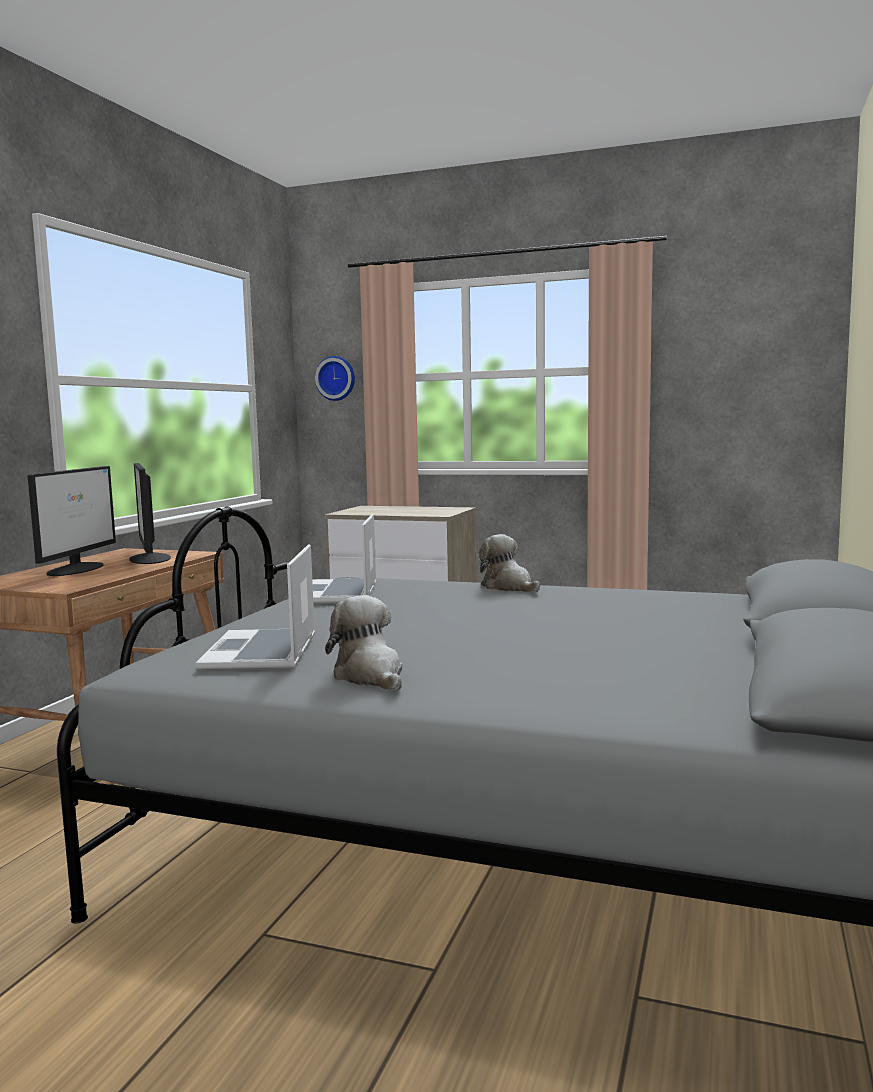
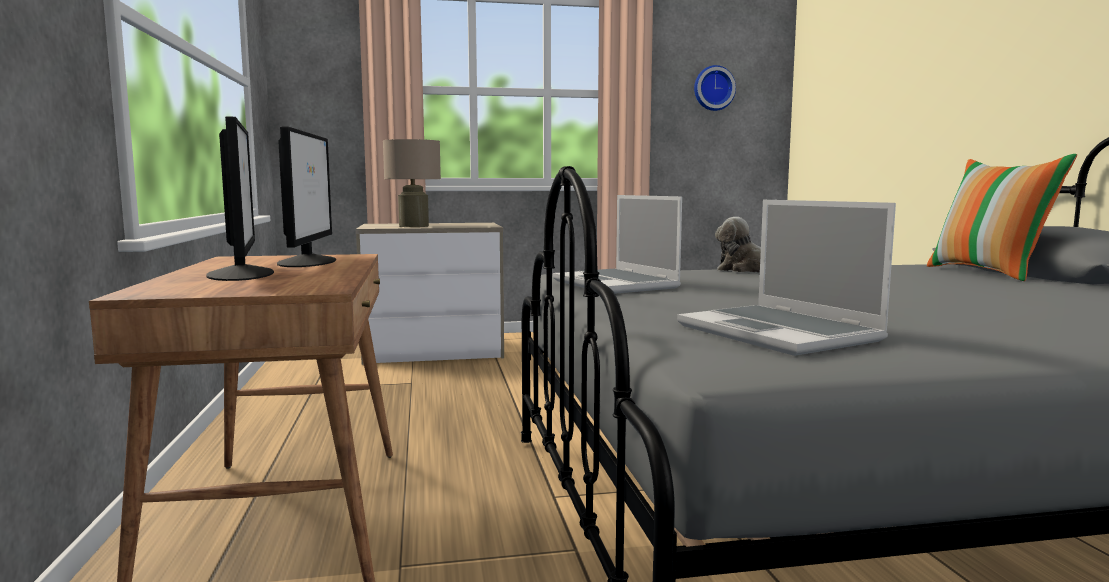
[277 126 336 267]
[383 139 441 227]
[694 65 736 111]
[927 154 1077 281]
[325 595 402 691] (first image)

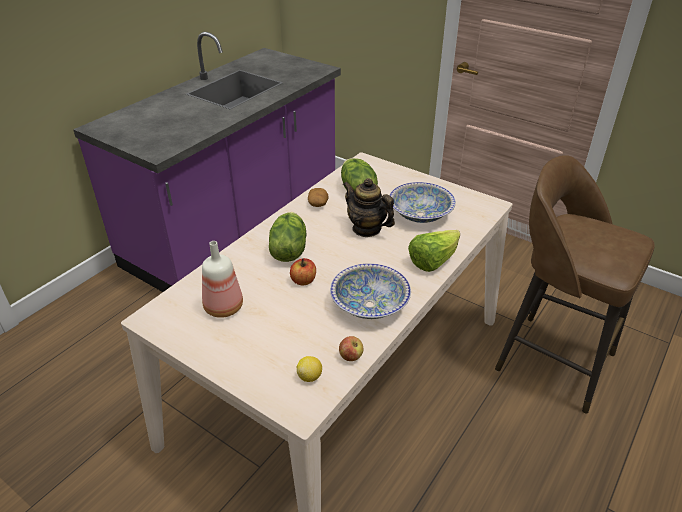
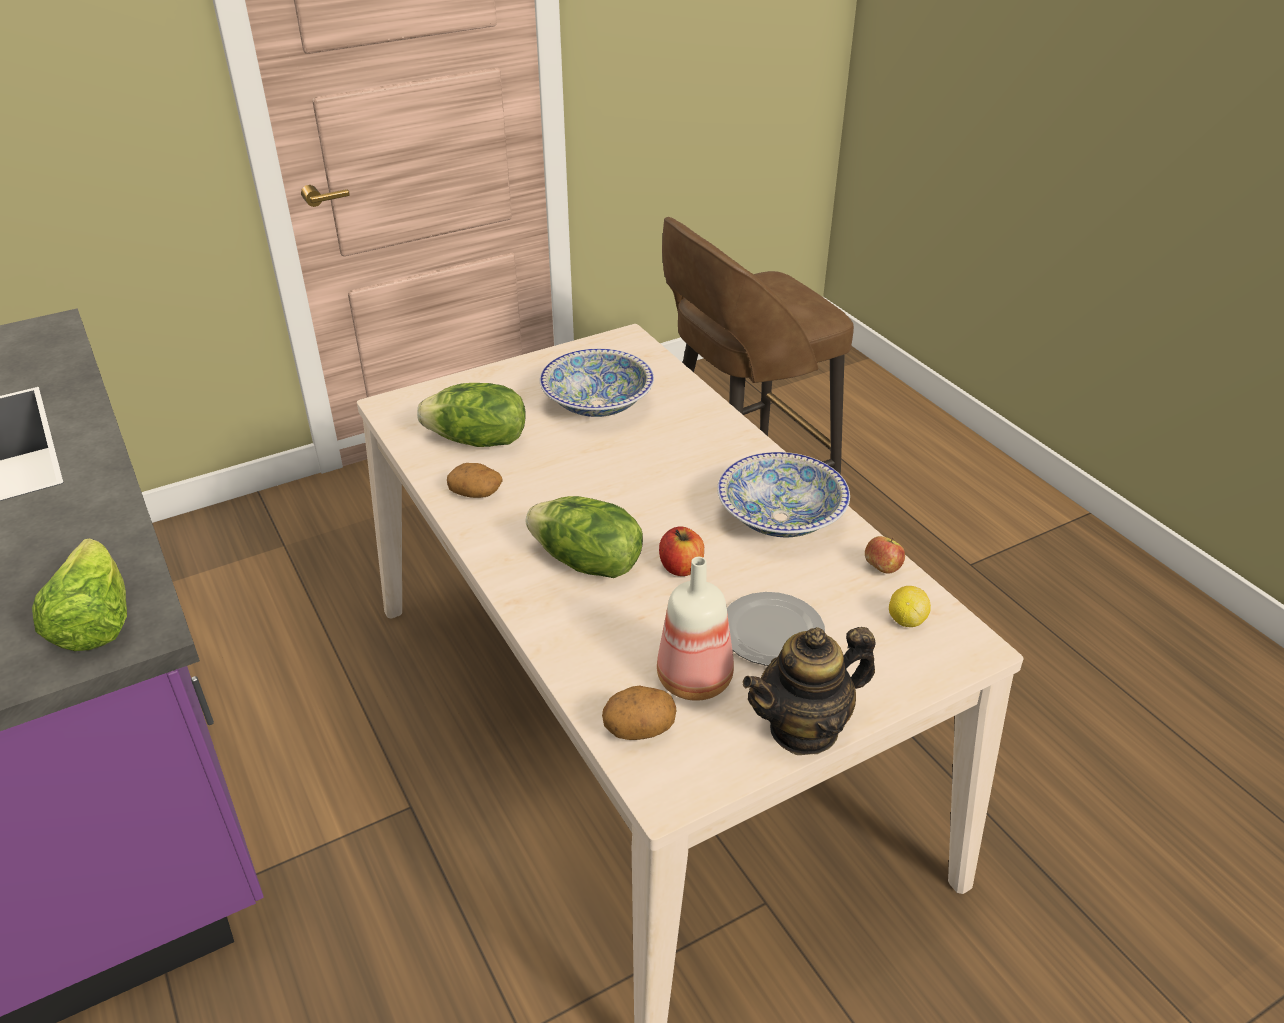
[32 538 127 651]
[602 685 677 740]
[727 592 825 666]
[743 627 875 755]

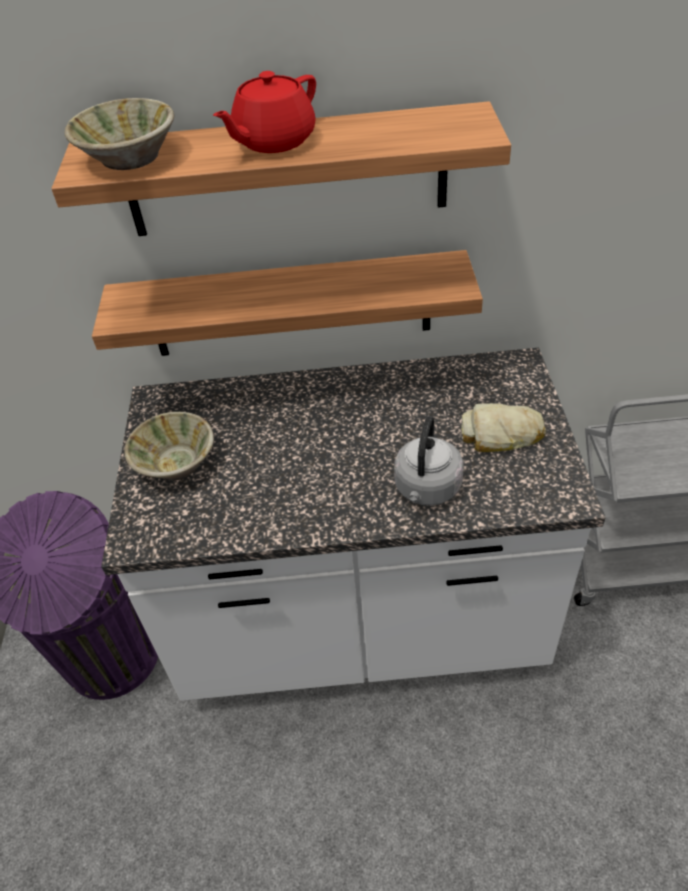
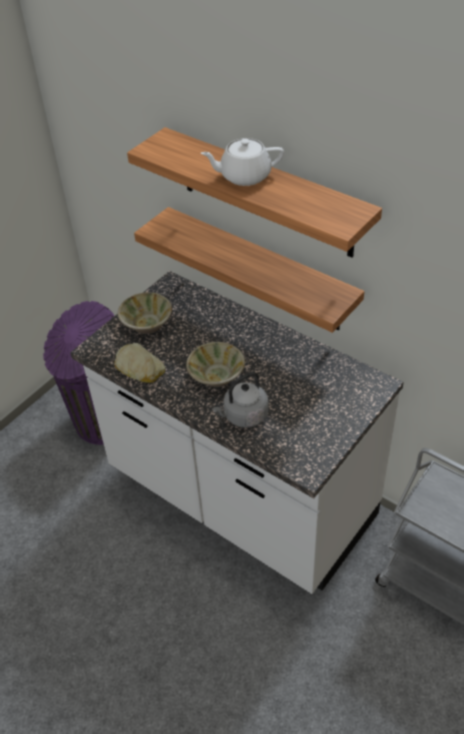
[115 343 165 383]
[186 342 245 387]
[201 138 284 186]

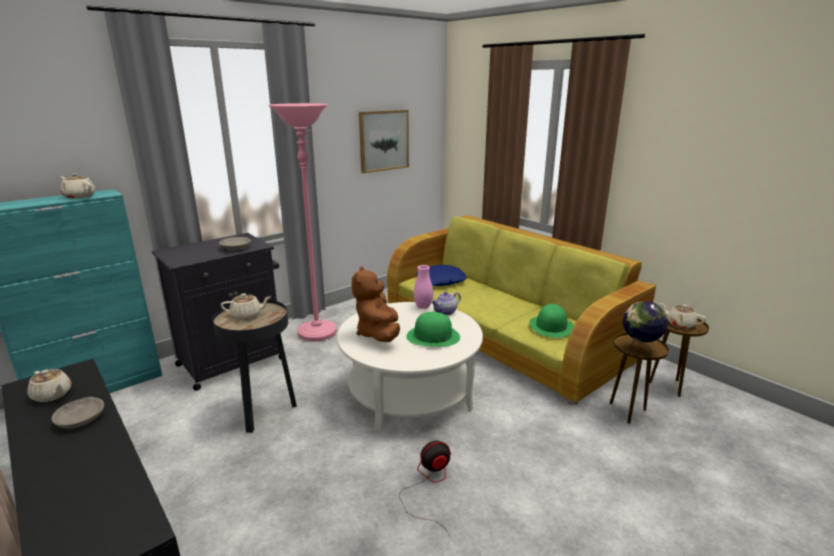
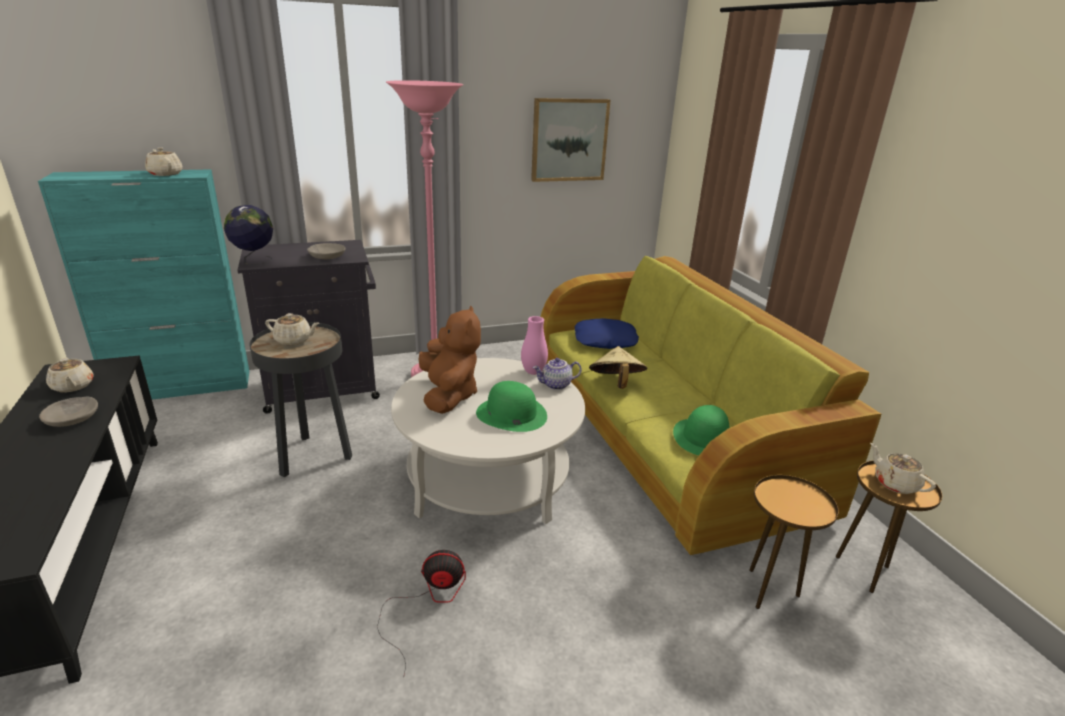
[224 205 273 265]
[419 305 481 414]
[589 346 647 389]

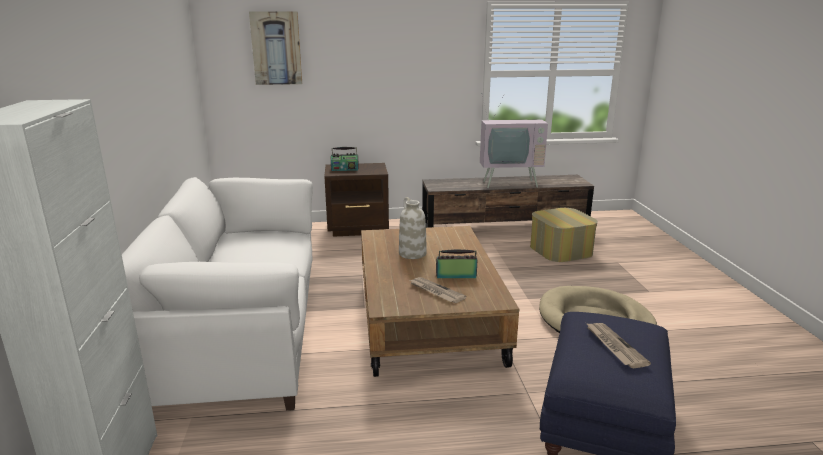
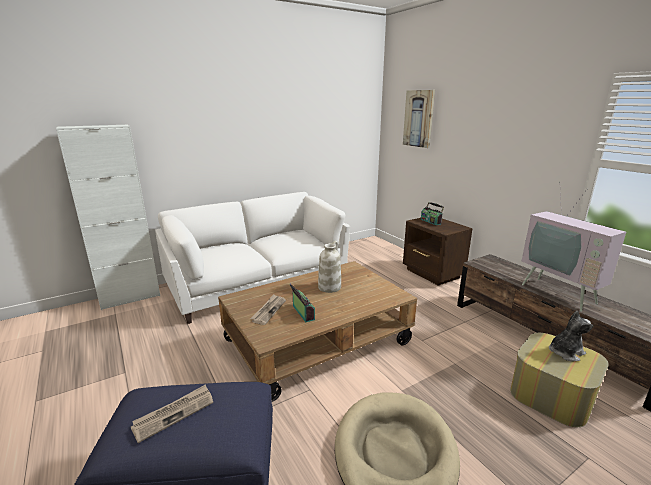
[549 311 594 361]

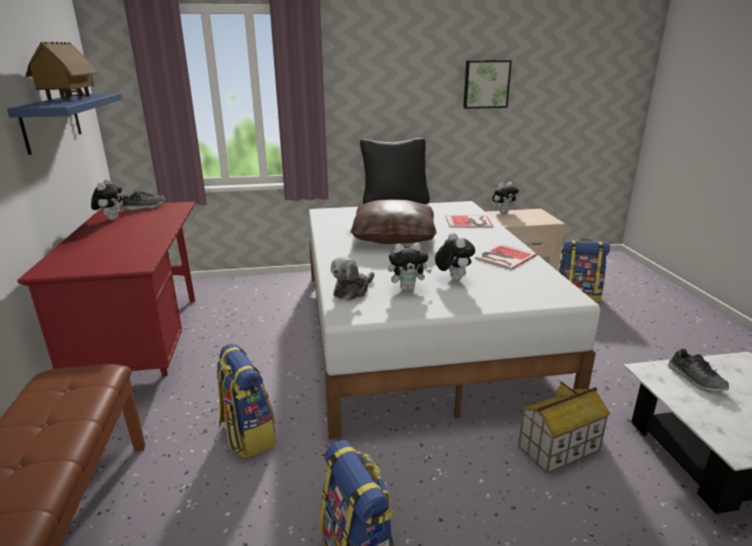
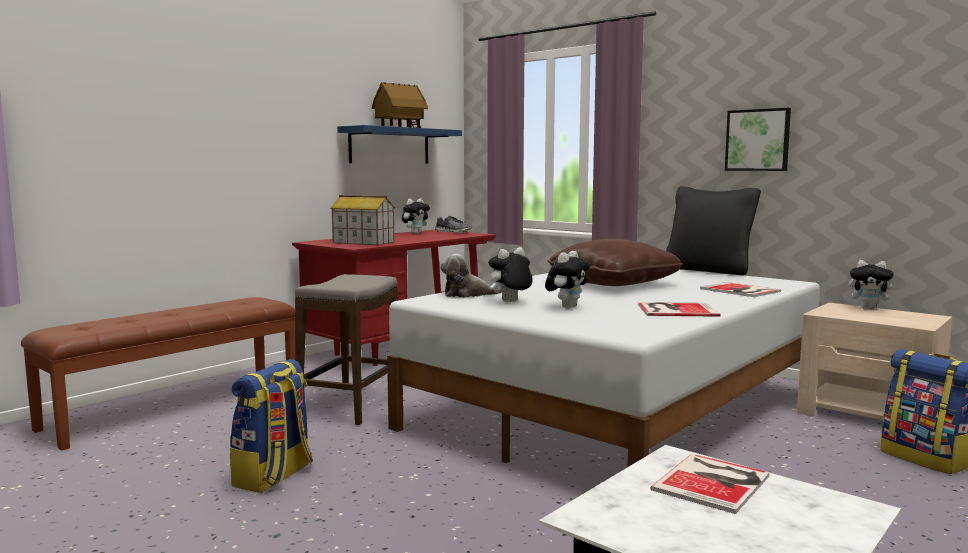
[295 274 398 425]
[330 195 395 245]
[488 247 533 302]
[650 454 770 514]
[725 108 791 171]

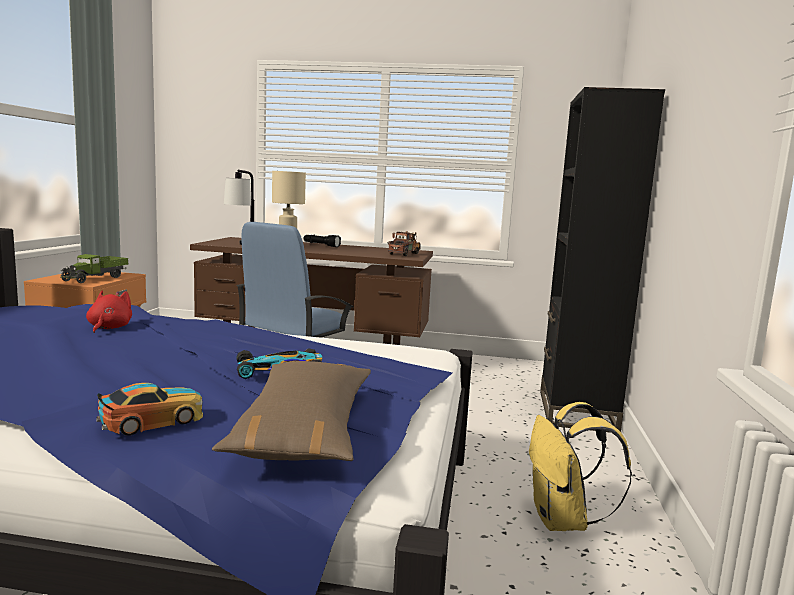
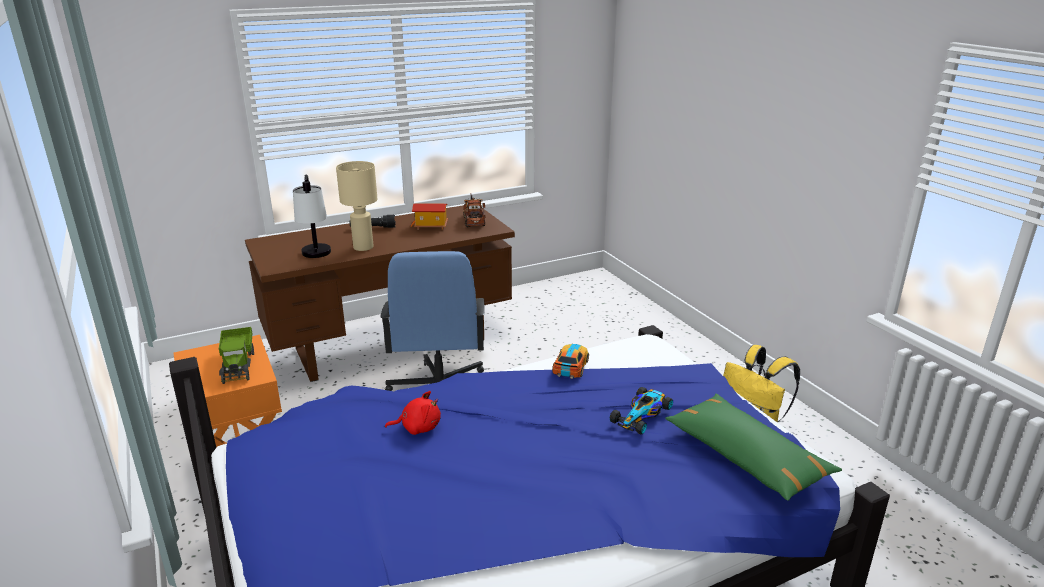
[385 391 441 435]
[411 204 448 230]
[552 344 589 379]
[665 394 842 501]
[540 87 665 433] (first image)

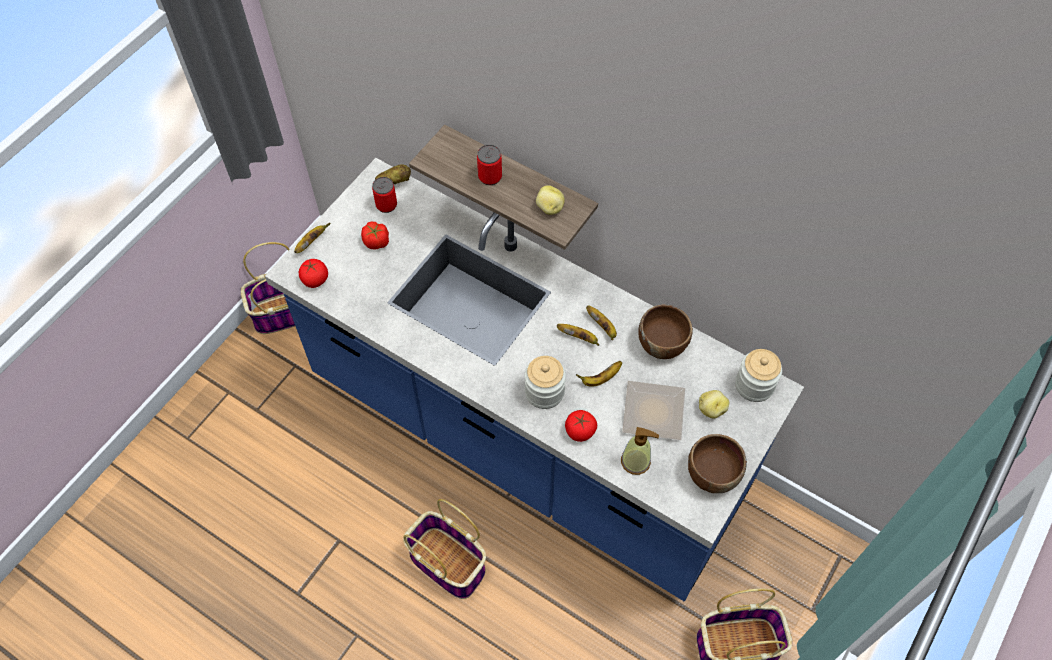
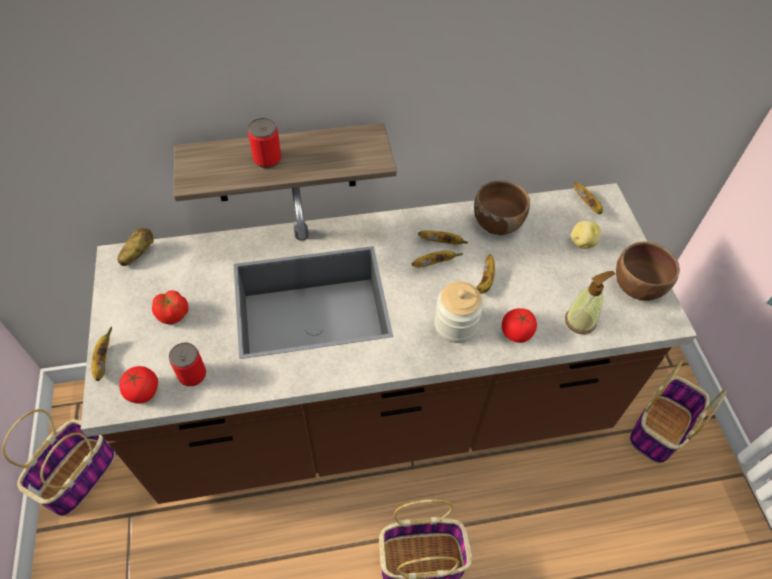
[80 183 697 504]
[169 342 206 386]
[574 182 603 214]
[536 185 565 215] (first image)
[622 381 685 440] (first image)

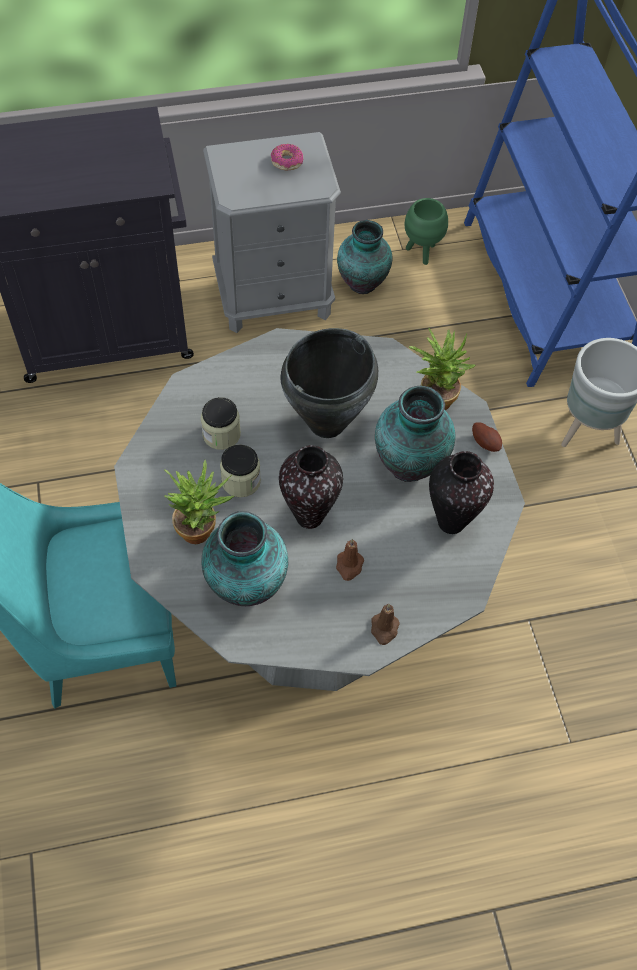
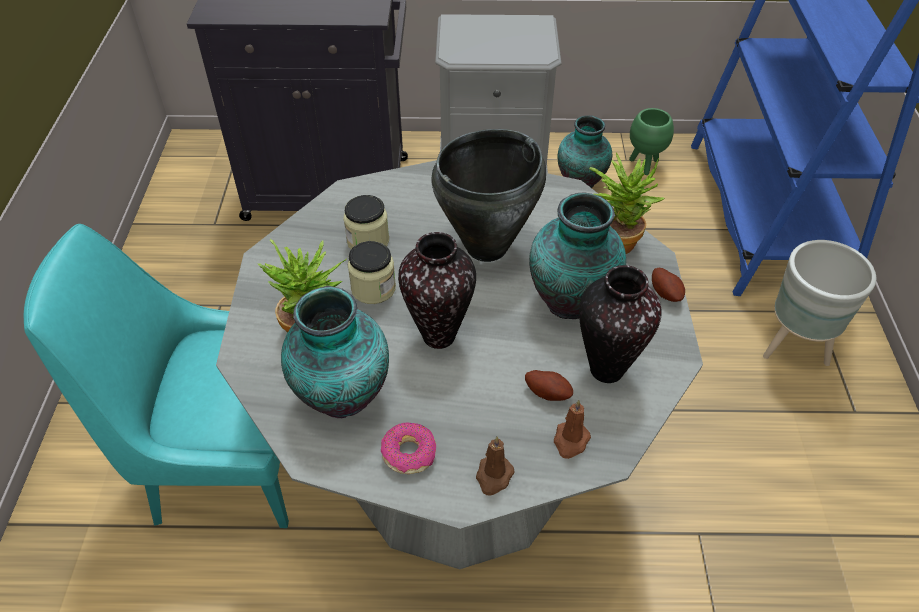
[381 423 436 474]
[525 370 573 401]
[554 400 591 459]

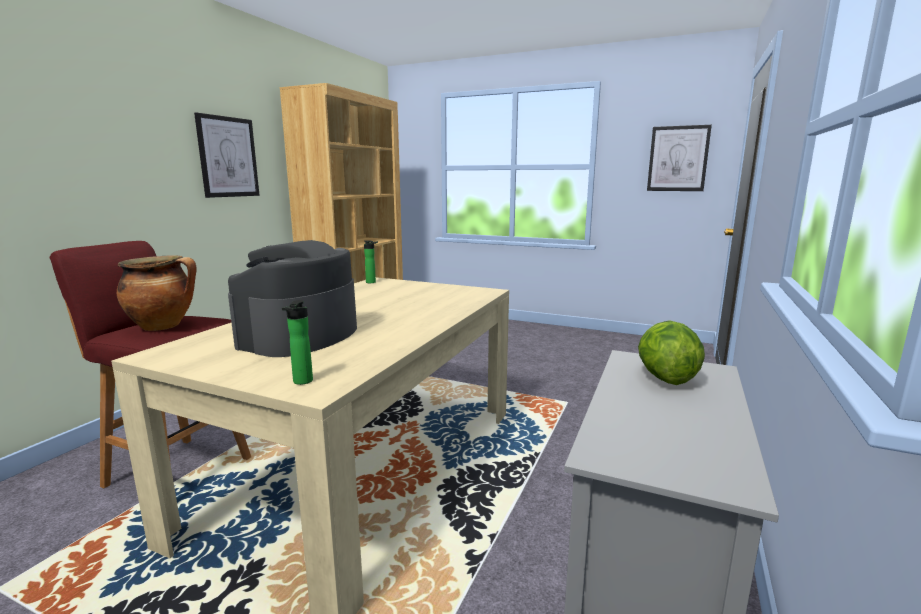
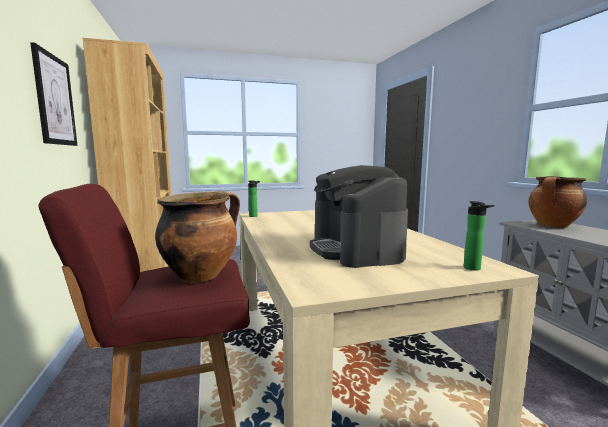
[529 176 587 228]
[647 125 712 191] (first image)

